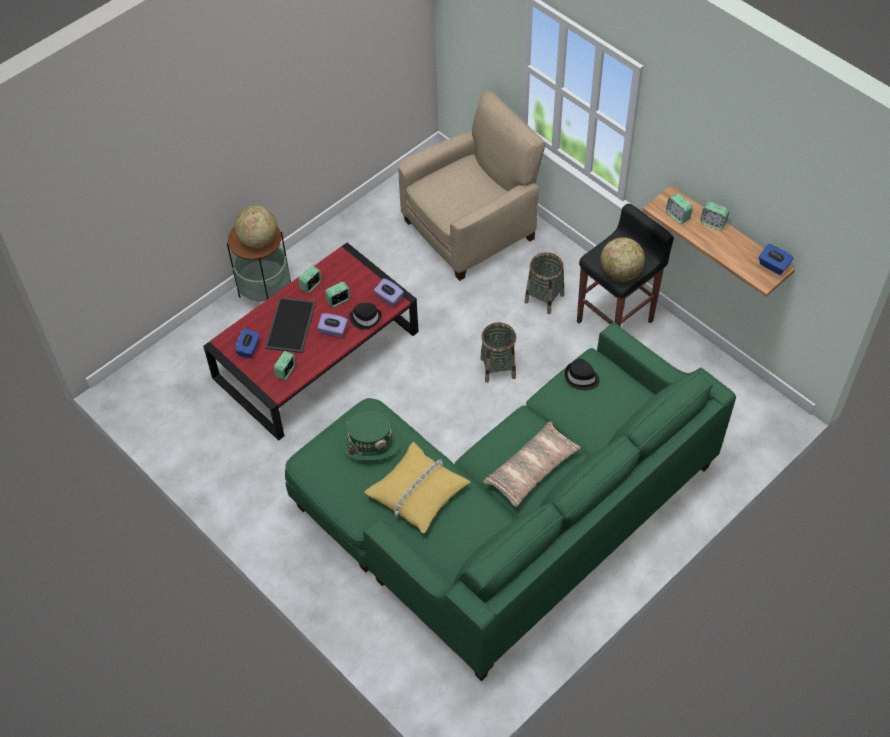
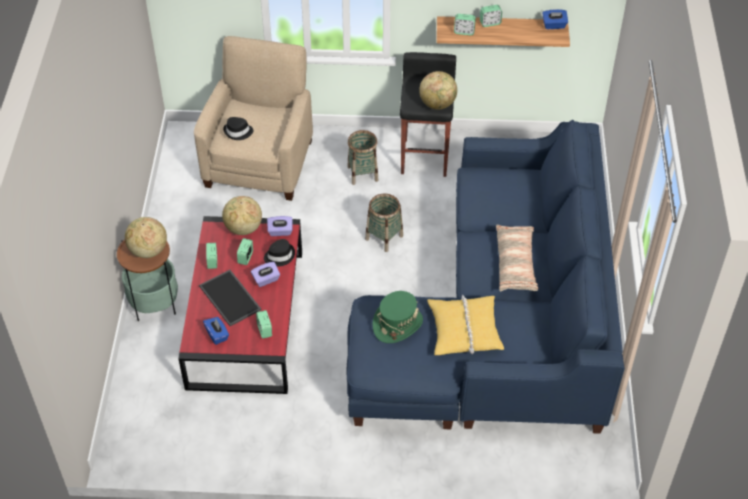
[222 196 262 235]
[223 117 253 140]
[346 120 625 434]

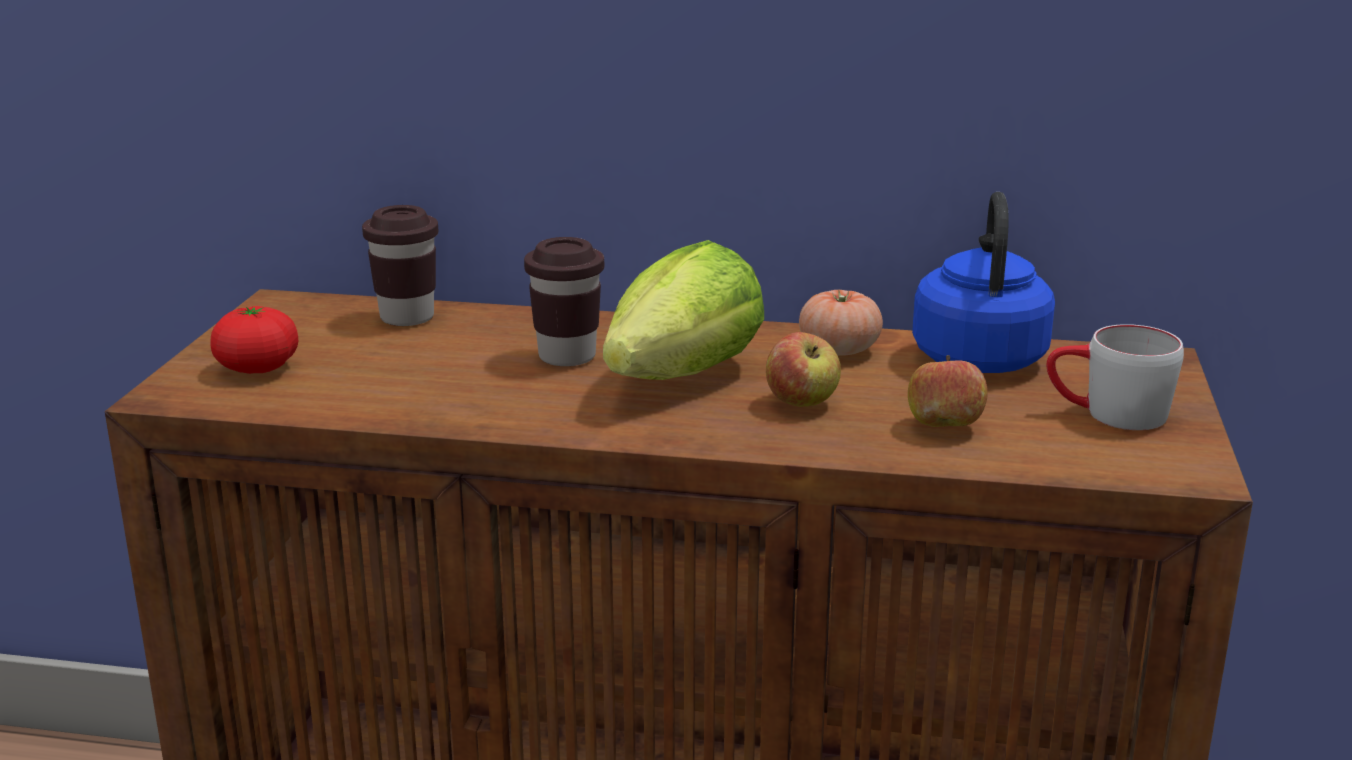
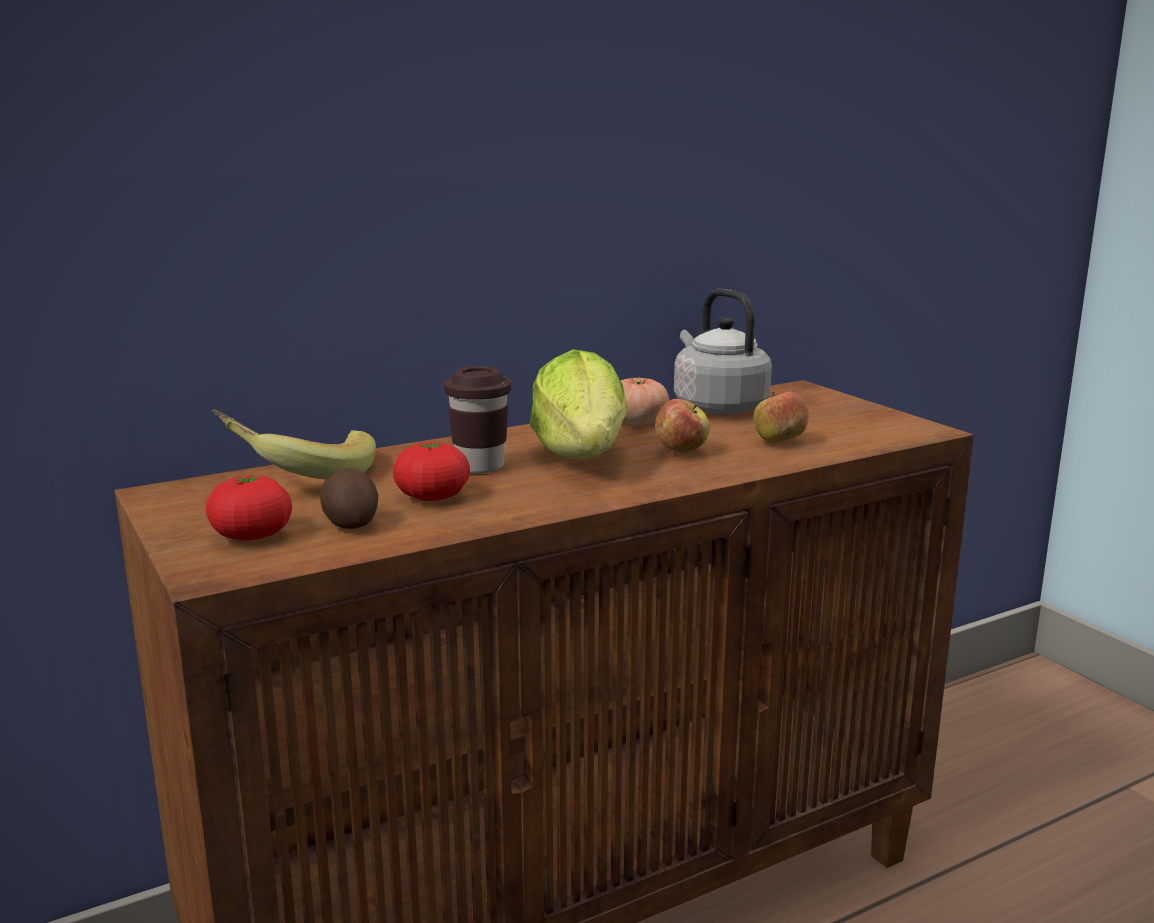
[212 410 376 479]
[320 468 378 529]
[393 442 470 501]
[674 289 772 415]
[1047 324 1184 430] (first image)

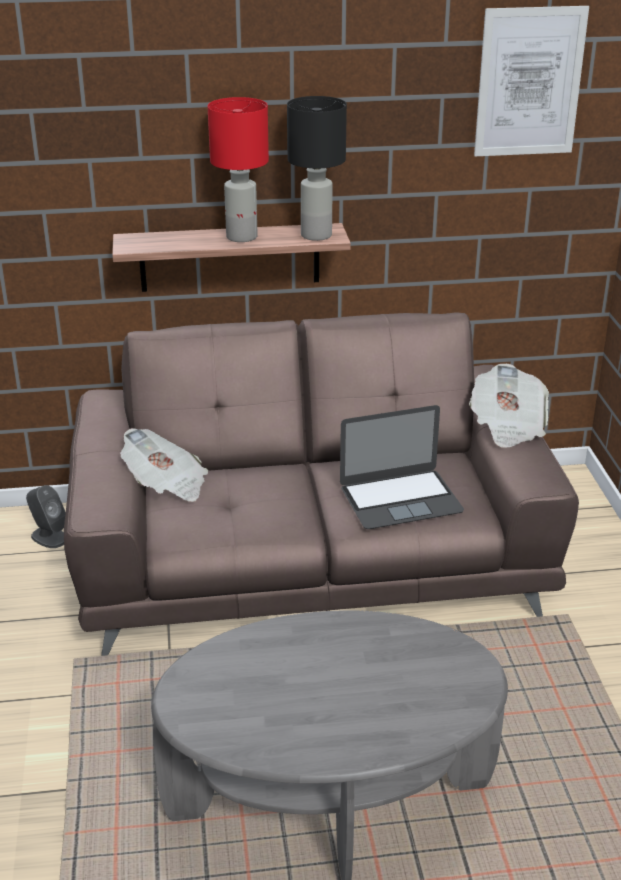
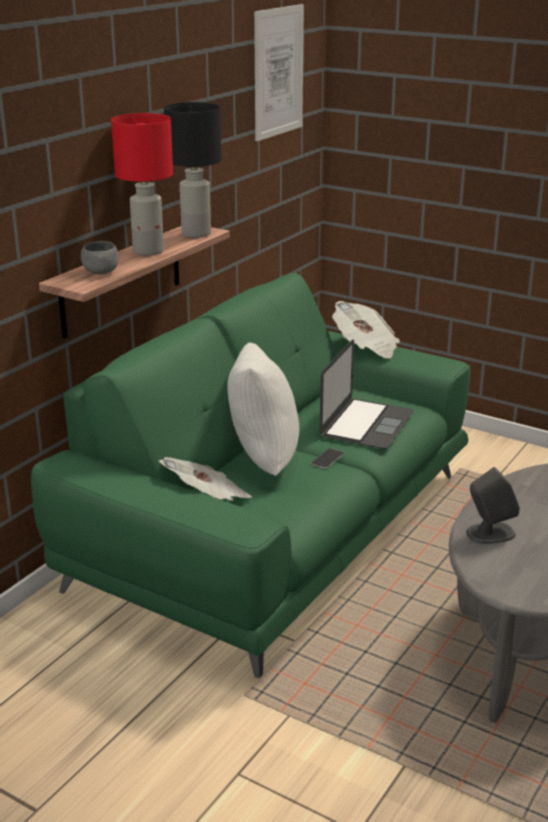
[31 273 470 679]
[81 241 119 274]
[227 343 299 476]
[311 448 344 469]
[466 467 520 544]

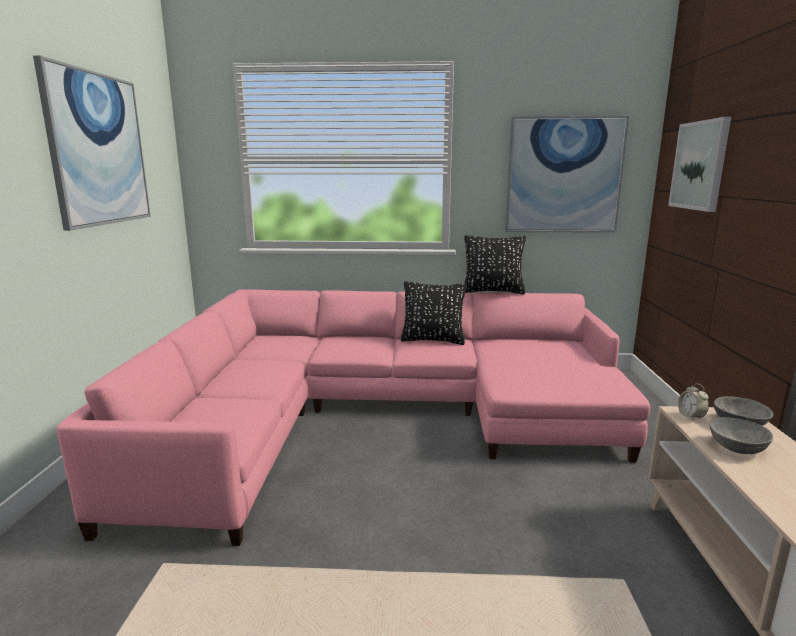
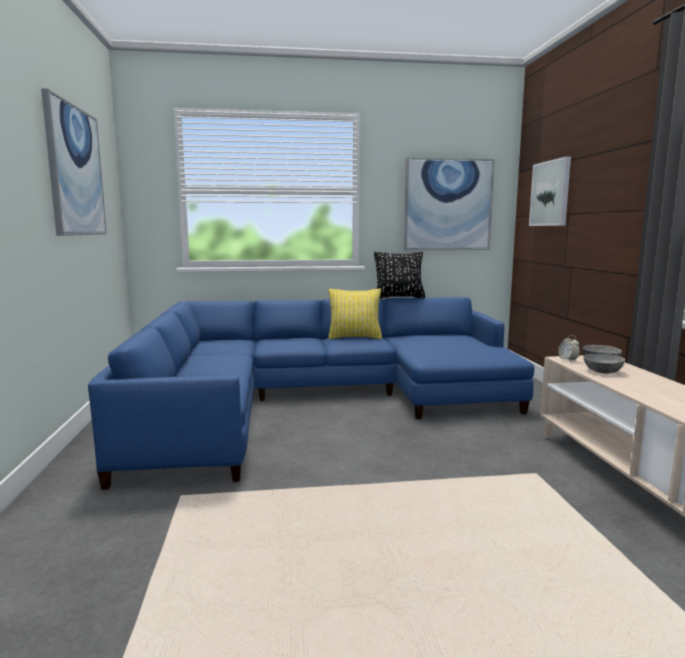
[88 297 534 490]
[328 289 382 339]

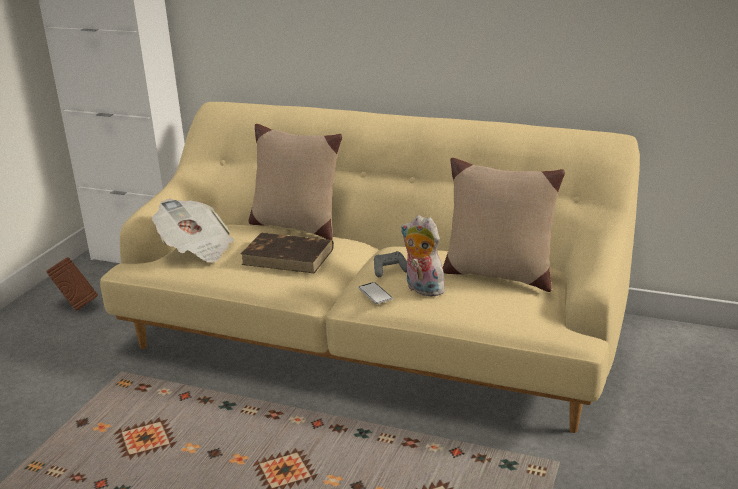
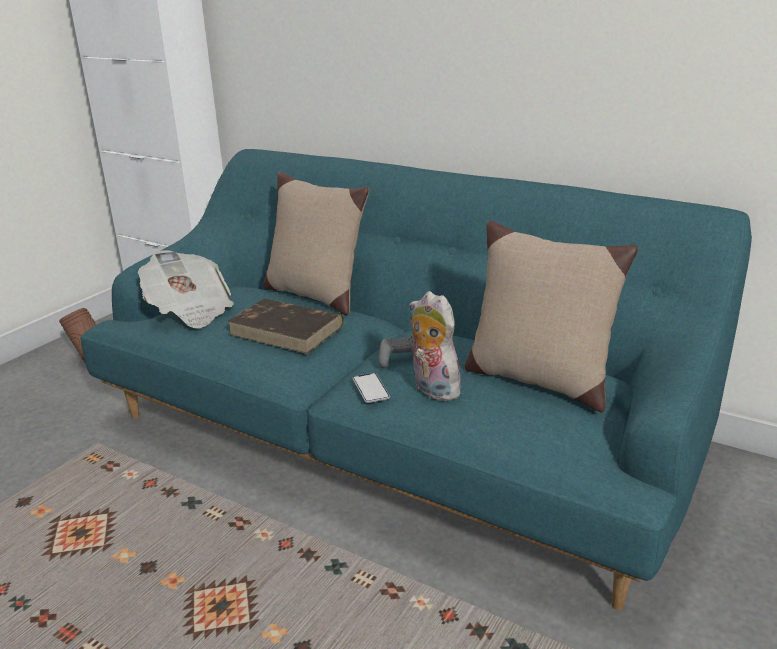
[81 149 752 610]

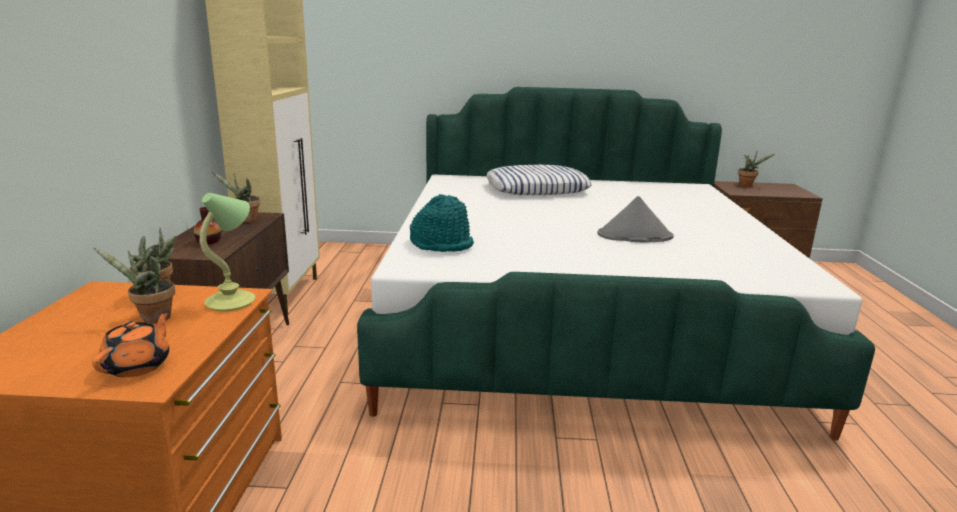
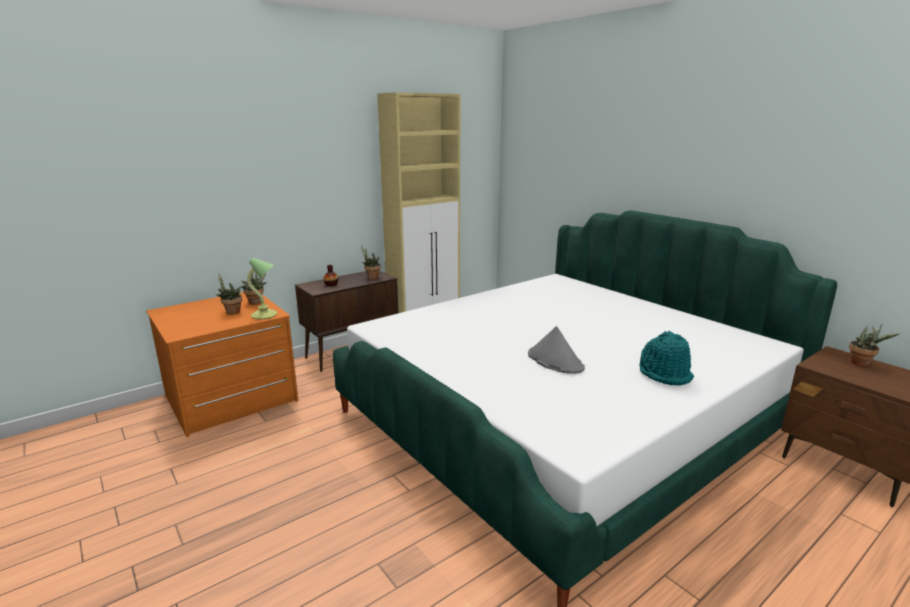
[640 331 694 386]
[92 311 169 377] (first image)
[486 165 592 195] (first image)

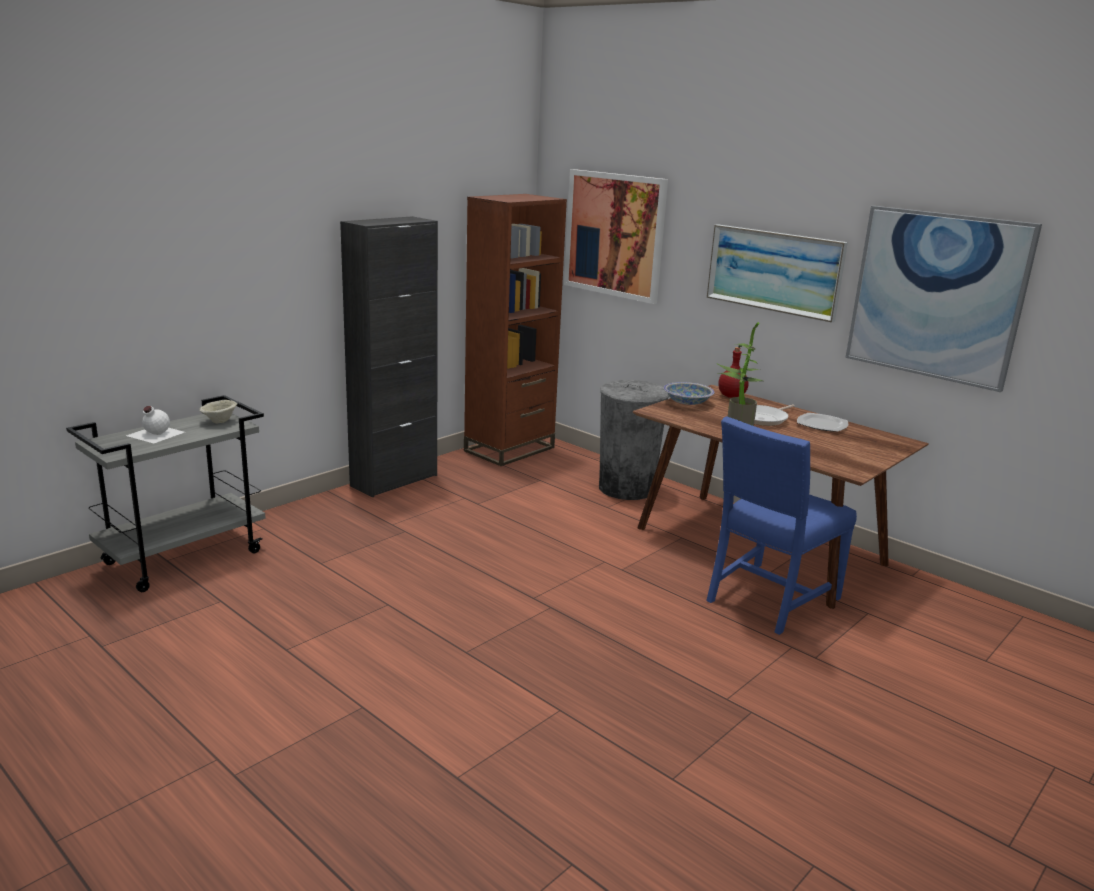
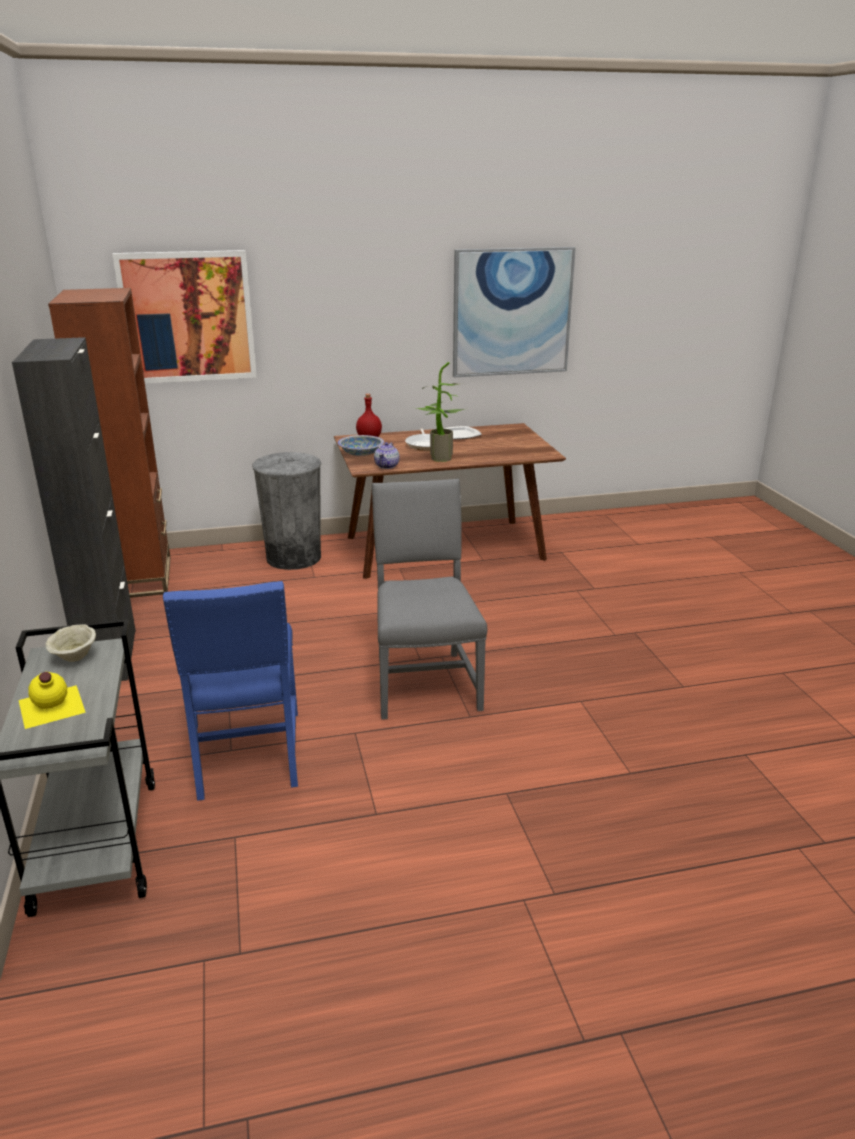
[19 672 86 729]
[163 581 298 801]
[372 479 487 720]
[374 442 400 469]
[707 224 848 323] (first image)

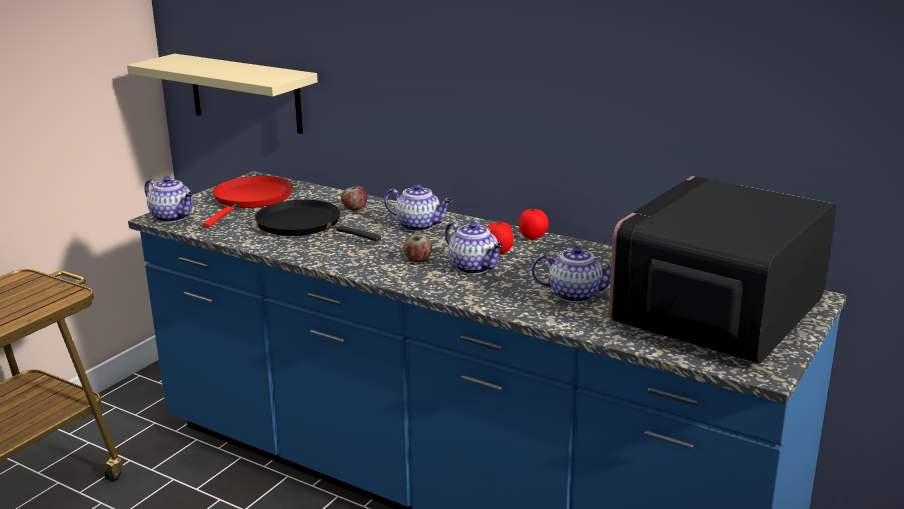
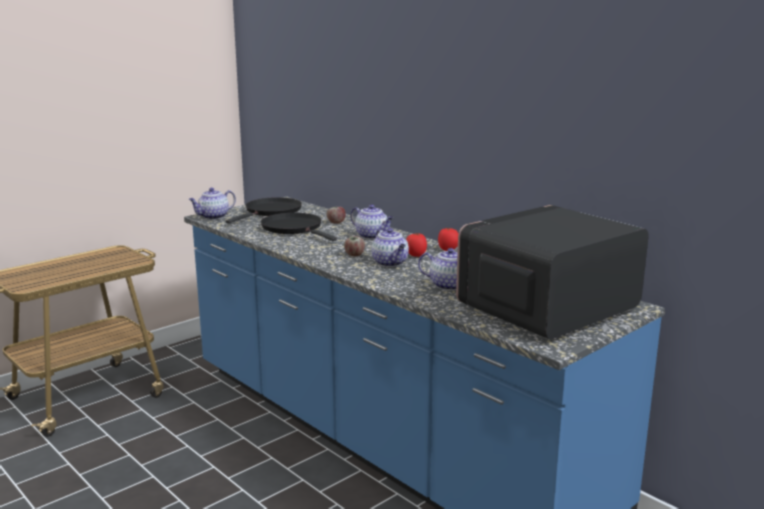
[189 188 236 220]
[226 197 302 224]
[127 54 318 134] (first image)

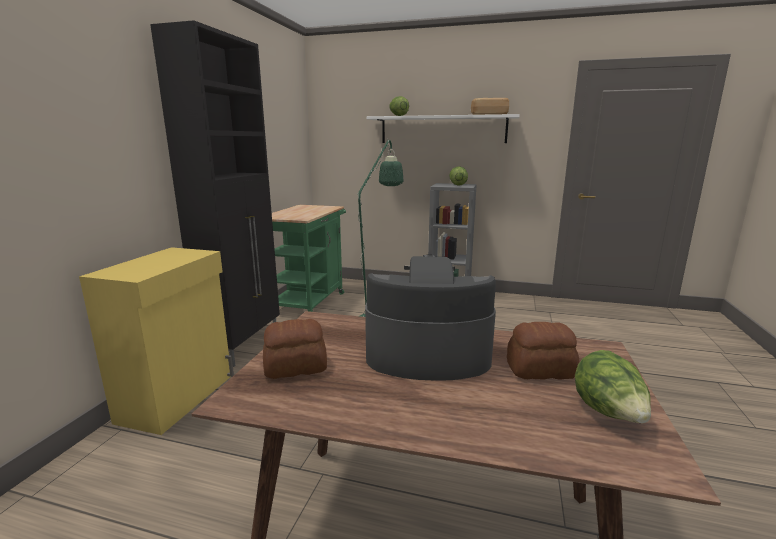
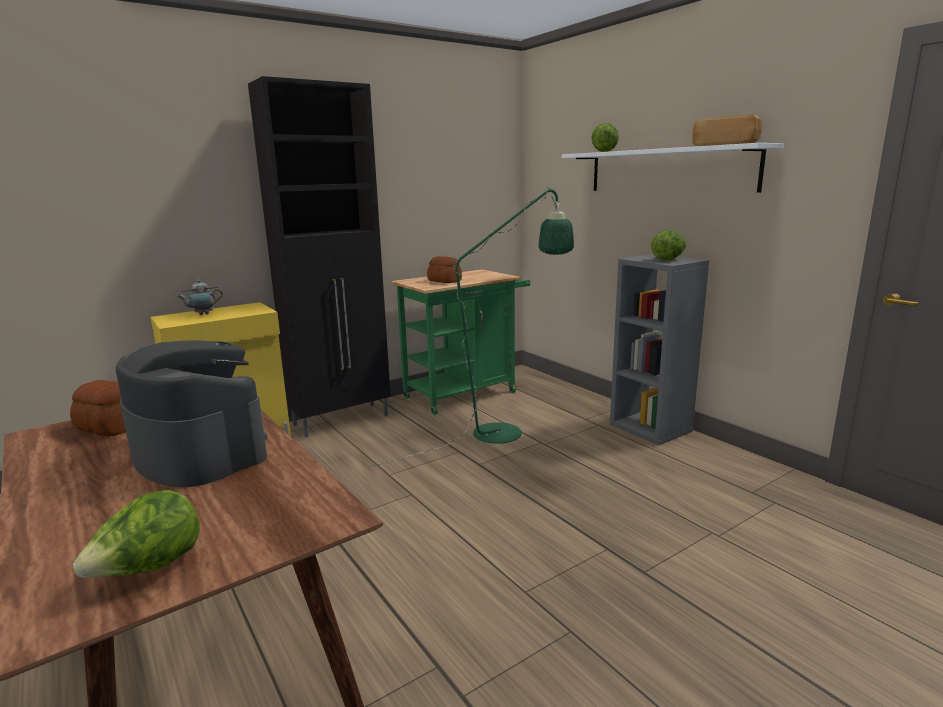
[177 280 223 315]
[427 256 462 283]

